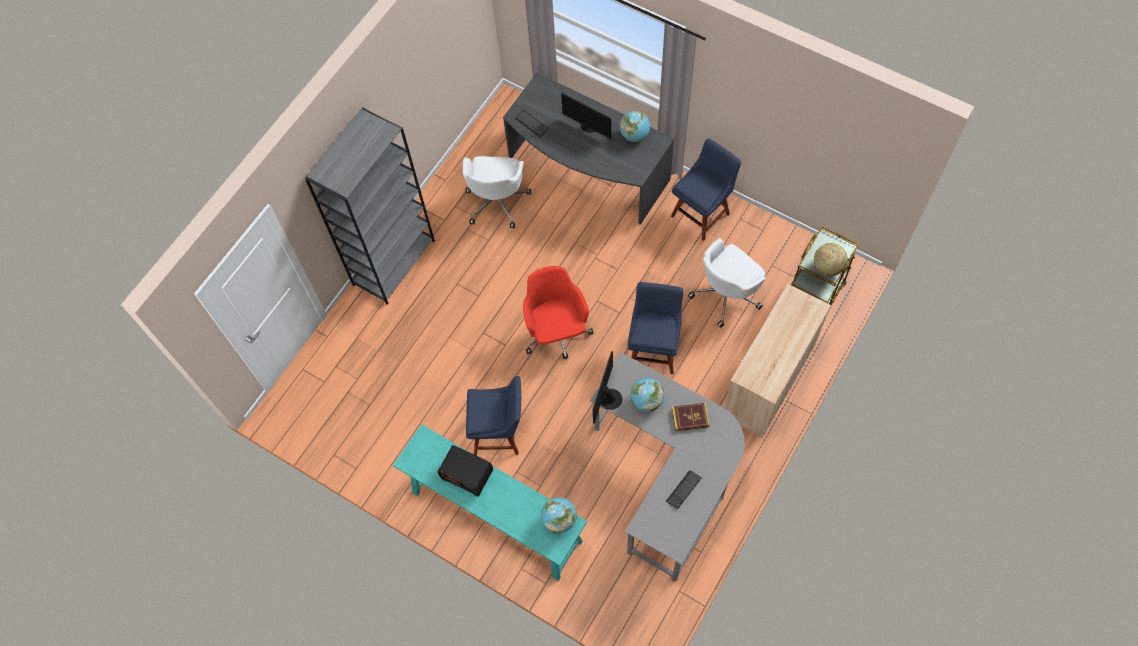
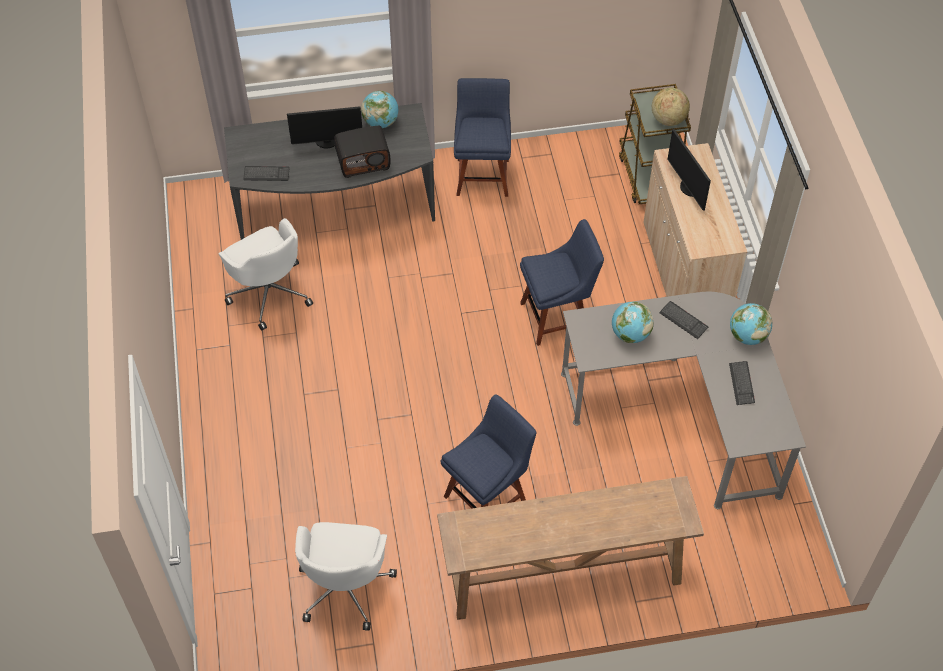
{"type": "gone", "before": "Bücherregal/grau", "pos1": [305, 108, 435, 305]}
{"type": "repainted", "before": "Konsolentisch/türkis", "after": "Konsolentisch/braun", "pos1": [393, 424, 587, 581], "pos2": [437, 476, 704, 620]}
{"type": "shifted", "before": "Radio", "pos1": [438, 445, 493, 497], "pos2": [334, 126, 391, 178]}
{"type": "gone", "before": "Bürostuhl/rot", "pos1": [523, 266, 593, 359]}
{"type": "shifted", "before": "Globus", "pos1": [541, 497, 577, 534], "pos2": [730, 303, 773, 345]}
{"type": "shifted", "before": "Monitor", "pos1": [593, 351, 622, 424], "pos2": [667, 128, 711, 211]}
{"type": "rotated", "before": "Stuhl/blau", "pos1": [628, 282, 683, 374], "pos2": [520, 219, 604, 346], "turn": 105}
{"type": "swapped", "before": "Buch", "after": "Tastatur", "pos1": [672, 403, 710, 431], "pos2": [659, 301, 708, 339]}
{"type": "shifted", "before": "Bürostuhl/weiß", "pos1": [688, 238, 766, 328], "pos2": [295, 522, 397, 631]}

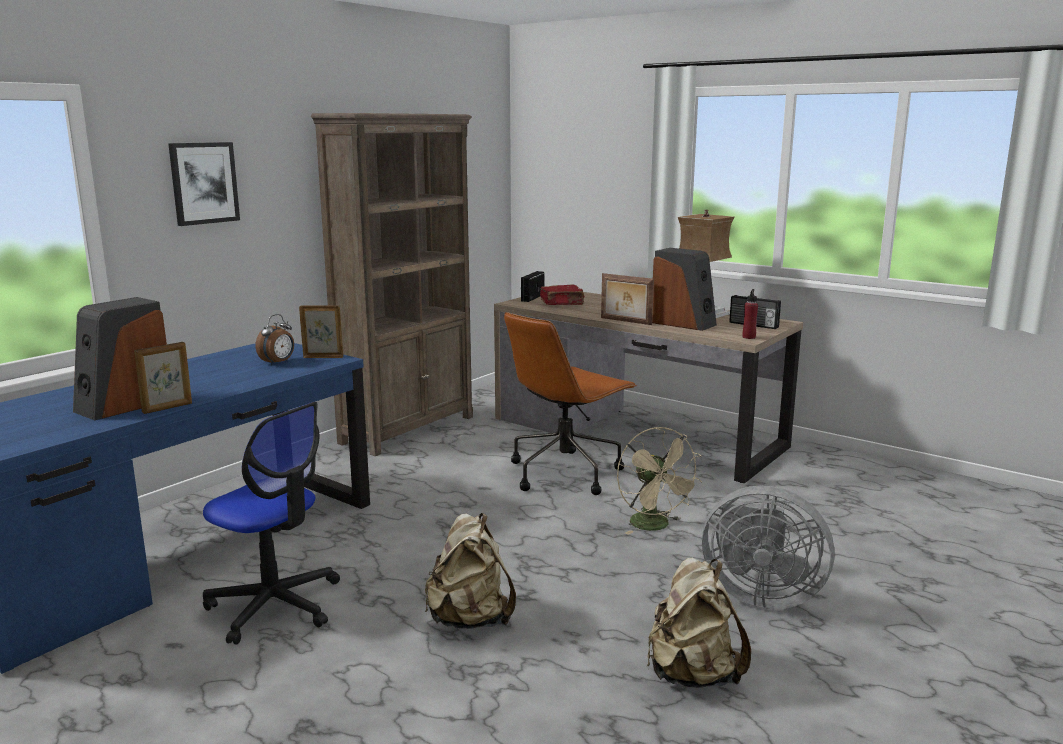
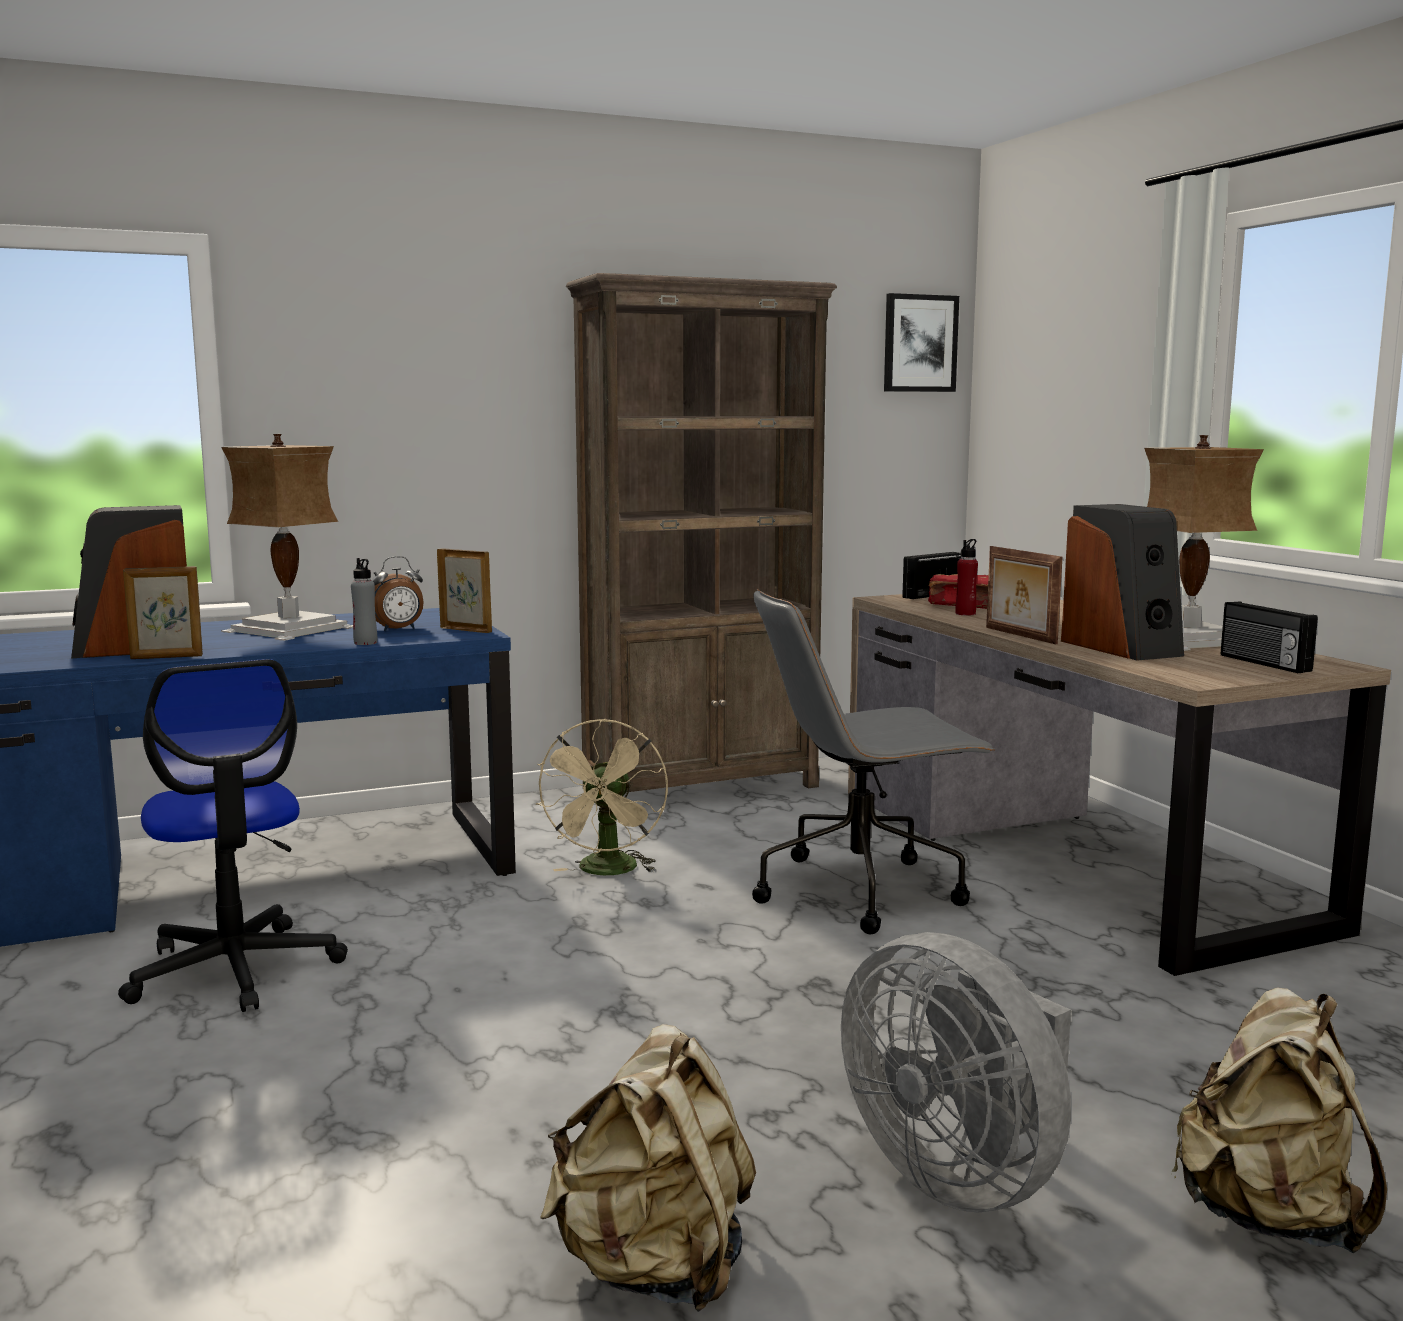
{"type": "shifted", "before": "Bild", "pos1": [168, 142, 240, 226], "pos2": [884, 293, 959, 392]}
{"type": "shifted", "before": "Rucksack/beige", "pos1": [425, 513, 516, 629], "pos2": [1171, 988, 1387, 1254]}
{"type": "repainted", "before": "Bürostuhl/braun", "after": "Bürostuhl/grau", "pos1": [504, 312, 637, 495], "pos2": [752, 588, 996, 934]}
{"type": "shifted", "before": "Ventilator/beige", "pos1": [617, 427, 702, 535], "pos2": [536, 719, 668, 875]}
{"type": "shifted", "before": "Flasche/rot", "pos1": [742, 289, 758, 339], "pos2": [955, 539, 978, 615]}
{"type": "new", "after": "Tischlampe", "pos2": [221, 434, 353, 641]}
{"type": "new", "after": "Flasche/grau", "pos2": [351, 558, 377, 645]}

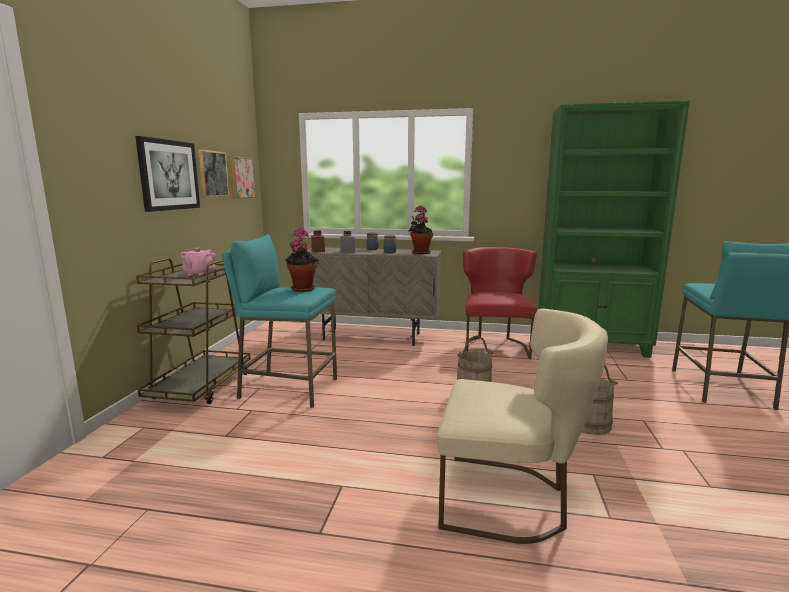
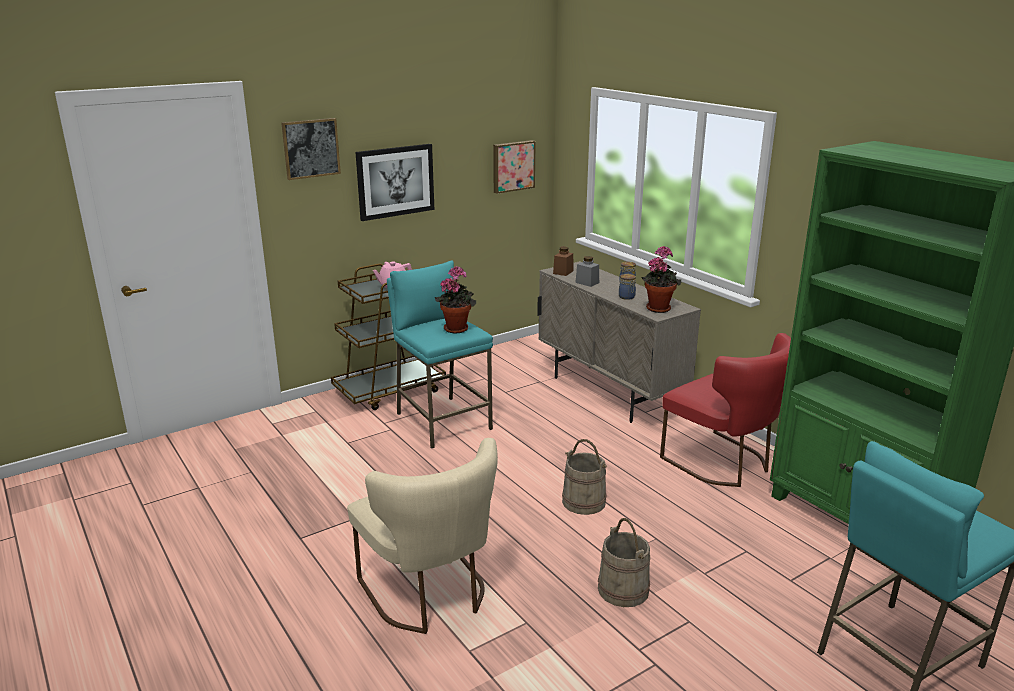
{"type": "shifted", "before": "Bild", "pos1": [198, 149, 230, 197], "pos2": [281, 118, 341, 180]}
{"type": "rotated", "before": "Stuhl/rot", "pos1": [463, 247, 537, 359], "pos2": [660, 333, 791, 487], "turn": 90}

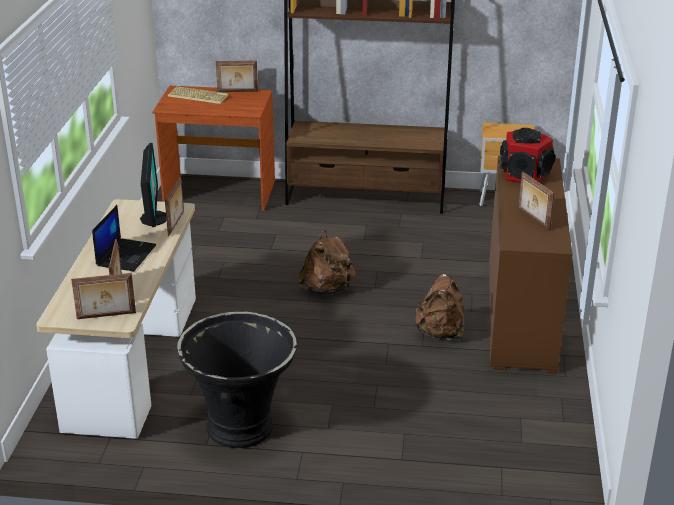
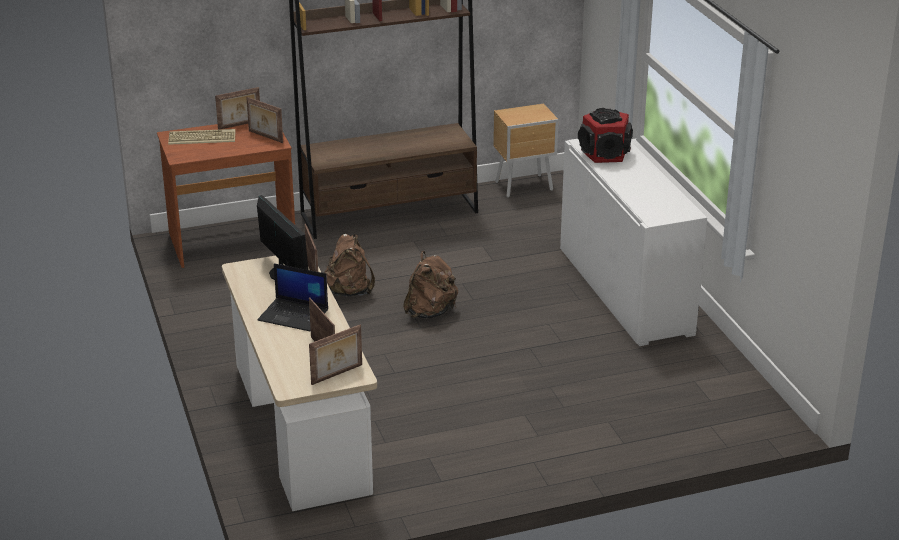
{"type": "rotated", "before": "Laptop", "pos1": [92, 205, 156, 272], "pos2": [258, 263, 328, 331], "turn": 120}
{"type": "gone", "before": "Pflanzkübel/schwarz", "pos1": [177, 311, 297, 448]}
{"type": "shifted", "before": "Rucksack/braun", "pos1": [414, 274, 464, 341], "pos2": [324, 234, 375, 297]}
{"type": "repainted", "before": "Schrank/braun", "after": "Schrank/weiß", "pos1": [489, 156, 572, 374], "pos2": [560, 139, 707, 346]}
{"type": "shifted", "before": "Bilderrahmen", "pos1": [518, 171, 554, 231], "pos2": [246, 97, 283, 143]}

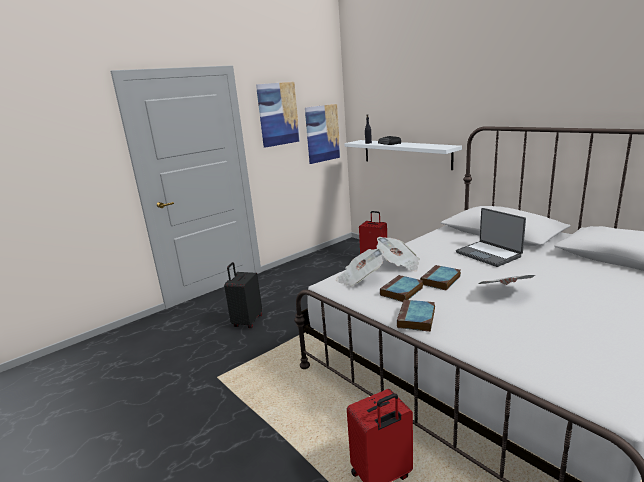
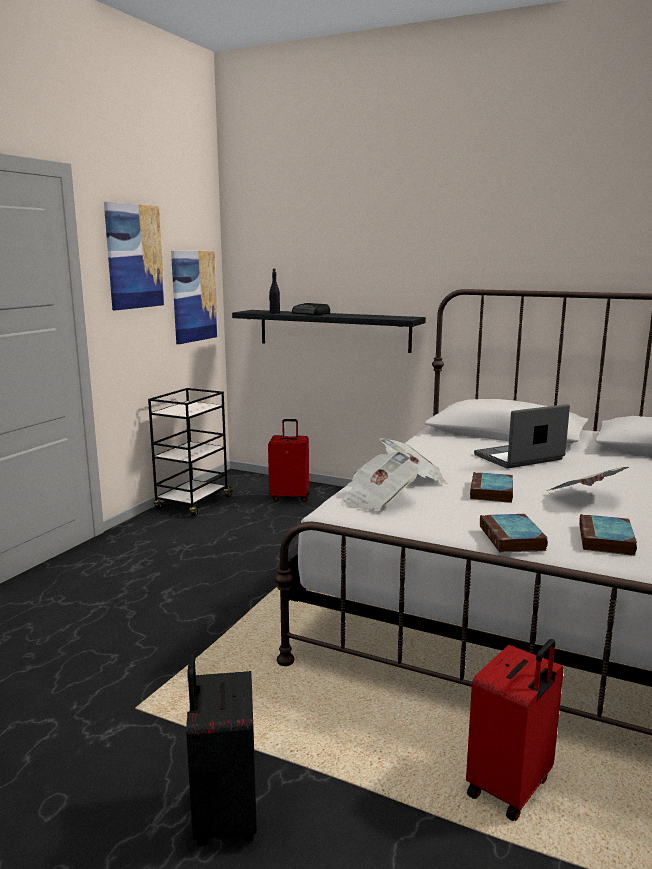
{"type": "shifted", "before": "Koffer/schwarz", "pos1": [224, 262, 262, 328], "pos2": [186, 653, 257, 846]}
{"type": "repainted", "before": "Wandregal/weiß", "after": "Wandregal/schwarz", "pos1": [344, 140, 462, 170], "pos2": [232, 310, 426, 353]}
{"type": "shifted", "before": "Buch", "pos1": [380, 275, 423, 302], "pos2": [579, 514, 637, 556]}
{"type": "rotated", "before": "Laptop", "pos1": [456, 208, 526, 267], "pos2": [474, 404, 570, 468], "turn": 120}
{"type": "new", "after": "Rollwagen/schwarz", "pos2": [148, 388, 233, 516]}

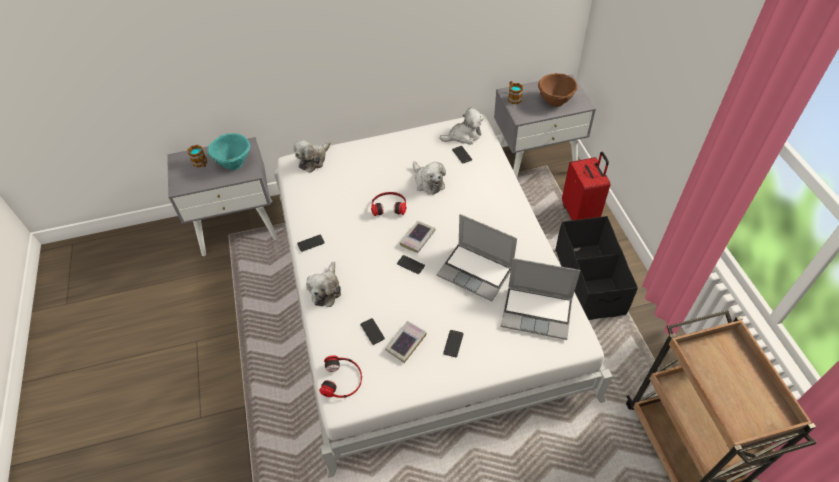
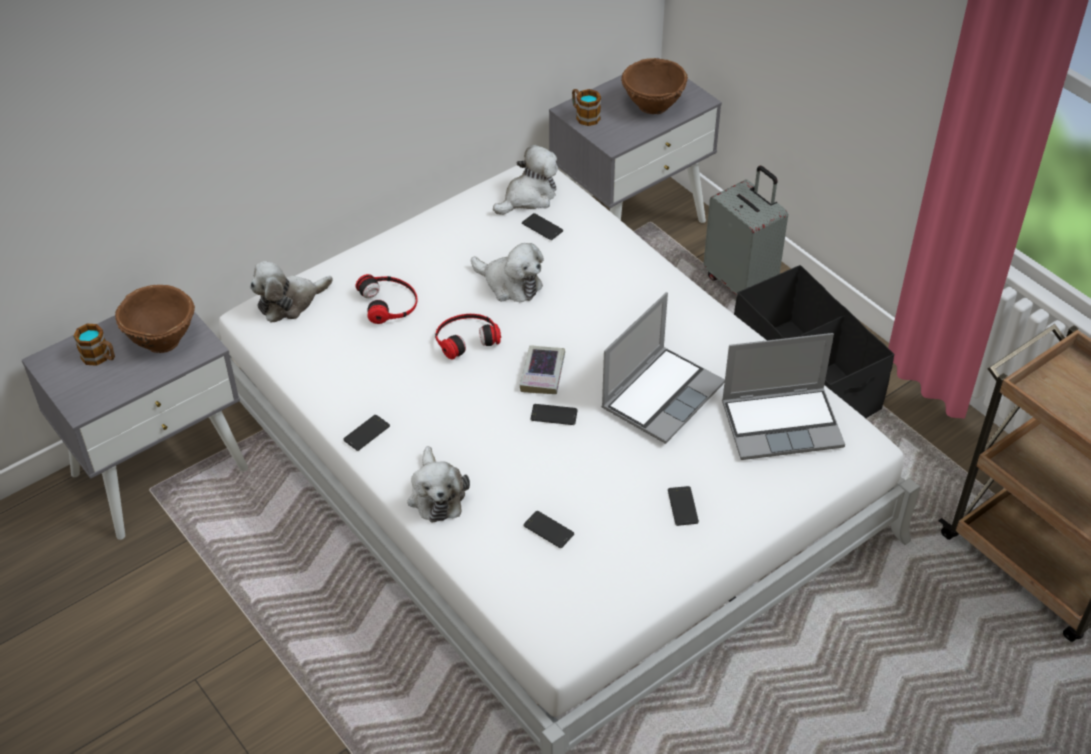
{"type": "repainted", "before": "Schüssel/türkis", "after": "Schüssel/braun", "pos1": [207, 133, 250, 170], "pos2": [115, 285, 195, 353]}
{"type": "rotated", "before": "Plüschtier", "pos1": [294, 140, 331, 173], "pos2": [250, 261, 333, 323], "turn": 45}
{"type": "shifted", "before": "Kopfhörer", "pos1": [319, 355, 362, 398], "pos2": [356, 274, 418, 324]}
{"type": "gone", "before": "Buch", "pos1": [385, 321, 427, 363]}
{"type": "rotated", "before": "Laptop", "pos1": [437, 214, 517, 302], "pos2": [601, 292, 725, 444], "turn": -60}
{"type": "repainted", "before": "Koffer/rot", "after": "Koffer/grau", "pos1": [562, 152, 610, 220], "pos2": [704, 166, 788, 295]}

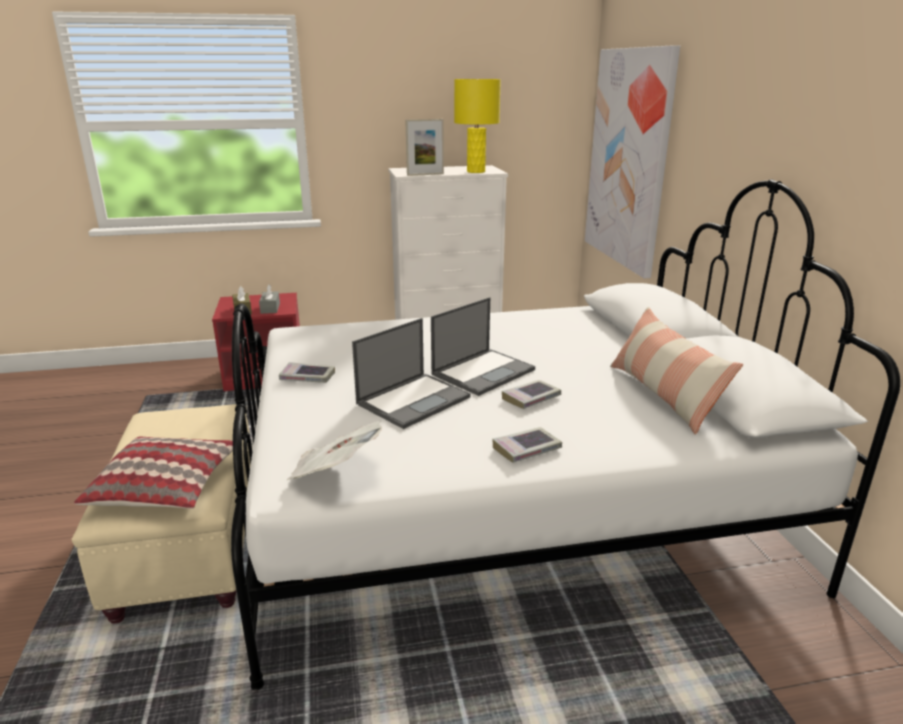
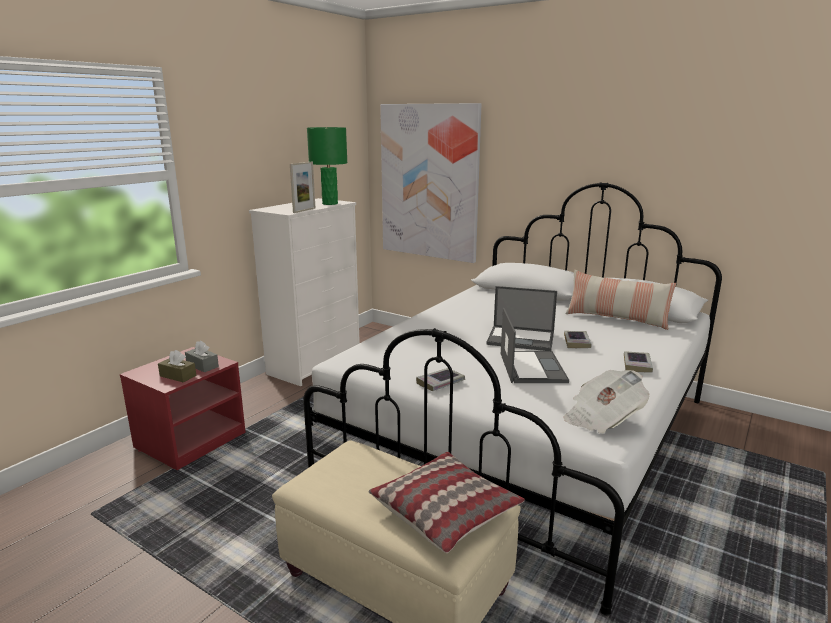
{"type": "rotated", "before": "Laptop", "pos1": [431, 297, 535, 396], "pos2": [486, 286, 557, 351], "turn": 105}
{"type": "repainted", "before": "Tischlampe/gelb", "after": "Tischlampe/grün", "pos1": [454, 79, 501, 173], "pos2": [307, 127, 347, 205]}

